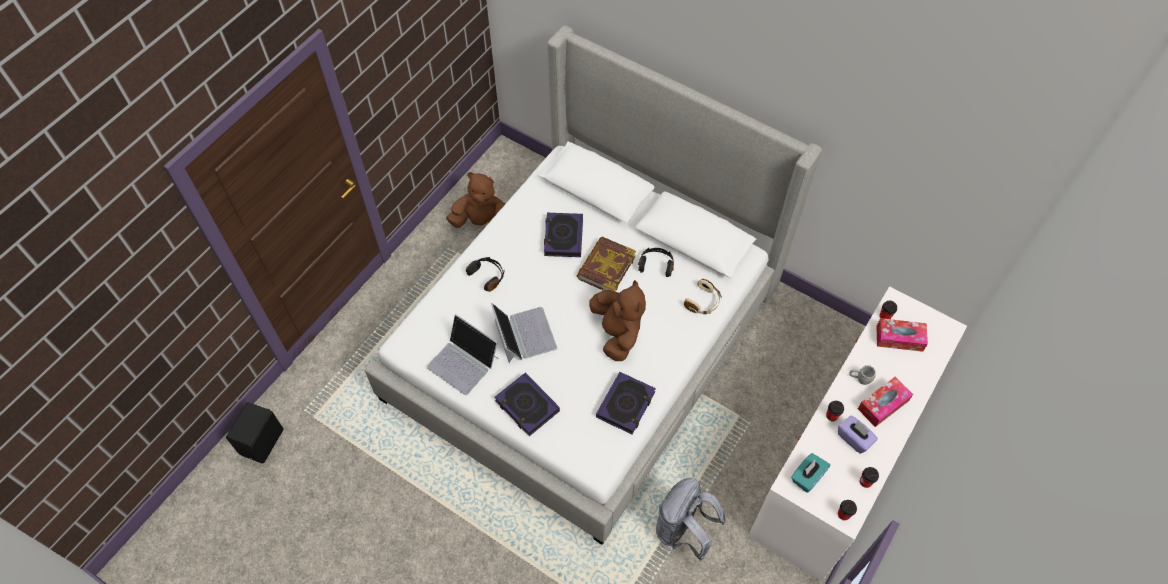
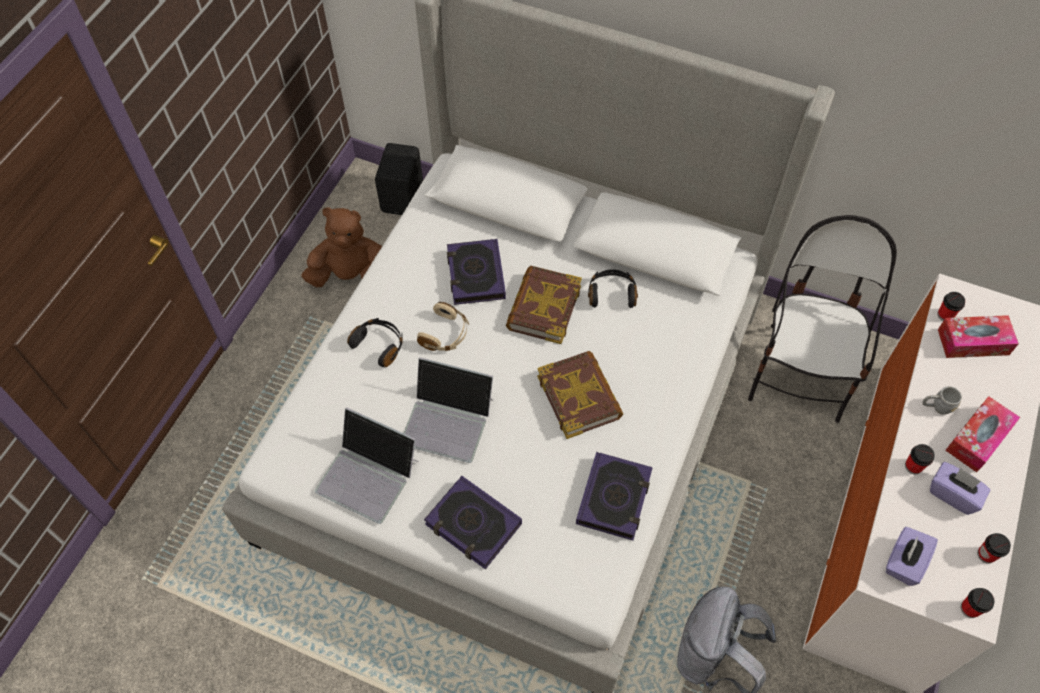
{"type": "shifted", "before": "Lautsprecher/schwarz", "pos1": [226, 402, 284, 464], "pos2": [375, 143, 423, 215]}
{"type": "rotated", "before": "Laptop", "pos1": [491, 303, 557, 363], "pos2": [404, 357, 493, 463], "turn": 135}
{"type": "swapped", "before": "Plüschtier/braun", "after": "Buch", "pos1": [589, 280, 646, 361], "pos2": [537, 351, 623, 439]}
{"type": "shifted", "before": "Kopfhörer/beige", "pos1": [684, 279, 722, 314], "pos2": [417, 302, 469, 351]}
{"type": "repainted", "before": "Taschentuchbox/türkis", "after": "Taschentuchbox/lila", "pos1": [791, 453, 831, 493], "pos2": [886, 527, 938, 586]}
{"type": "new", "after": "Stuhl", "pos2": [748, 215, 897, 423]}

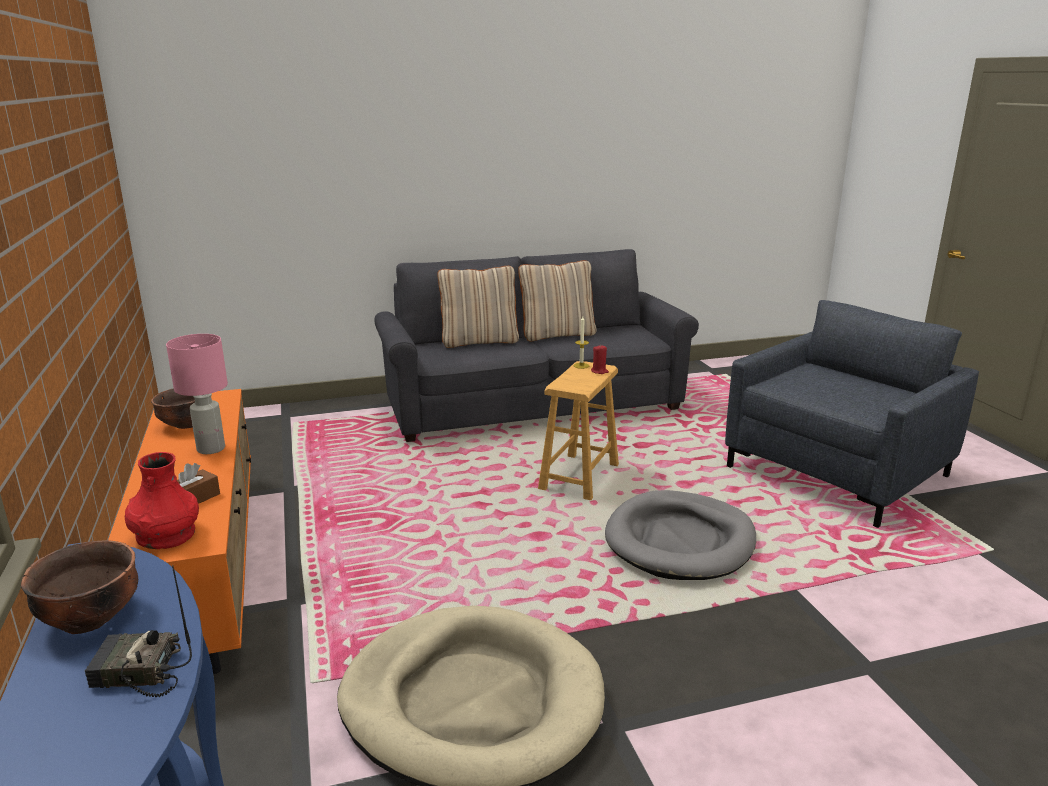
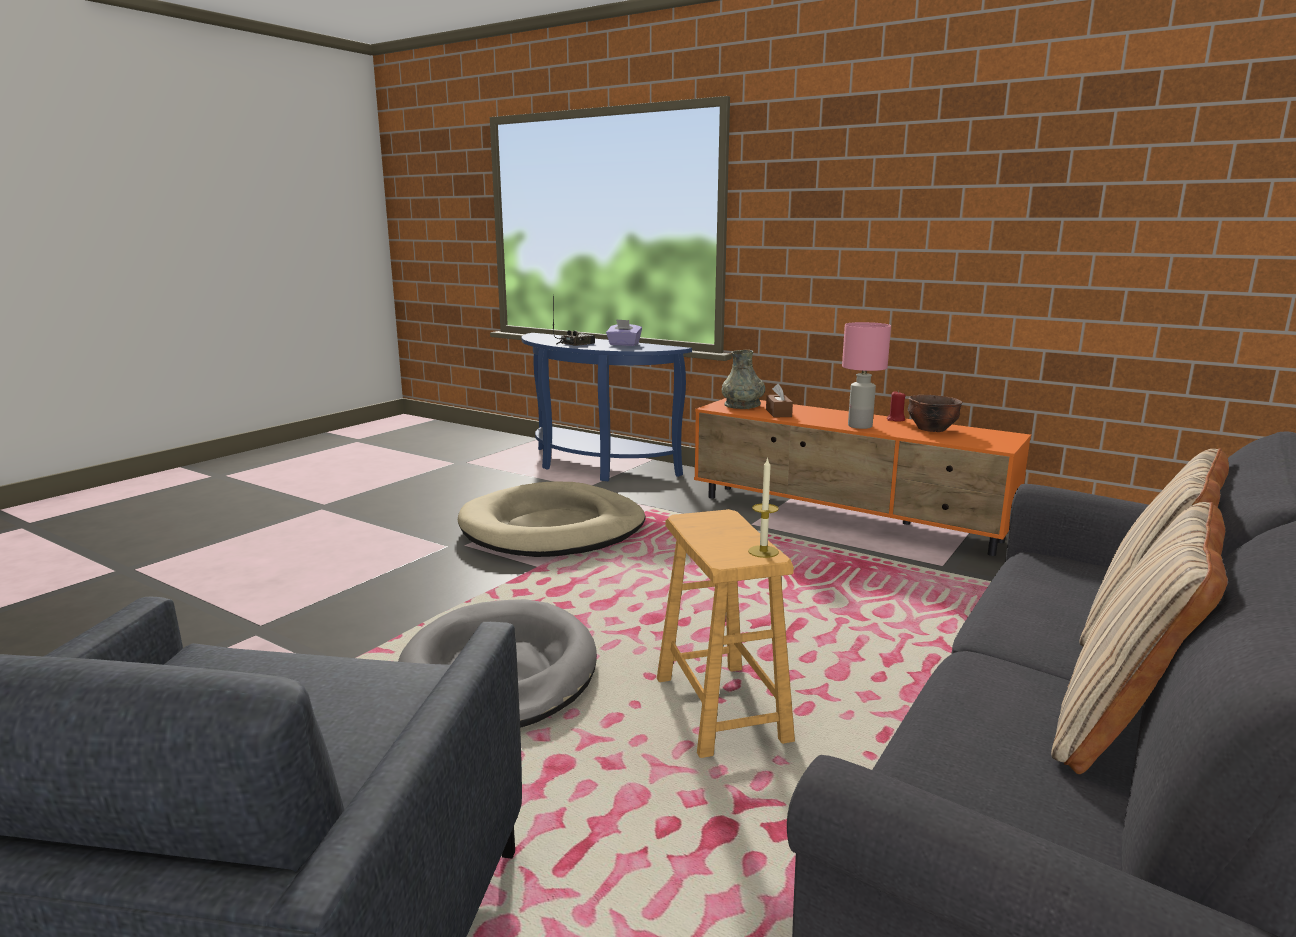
{"type": "swapped", "before": "Schüssel/braun", "after": "Taschentuchbox/lila", "pos1": [21, 540, 138, 634], "pos2": [606, 319, 642, 346]}
{"type": "repainted", "before": "Vase/rot", "after": "Vase/grau", "pos1": [125, 452, 199, 549], "pos2": [722, 350, 765, 409]}
{"type": "shifted", "before": "Kerze/rot", "pos1": [591, 344, 609, 374], "pos2": [887, 391, 906, 422]}

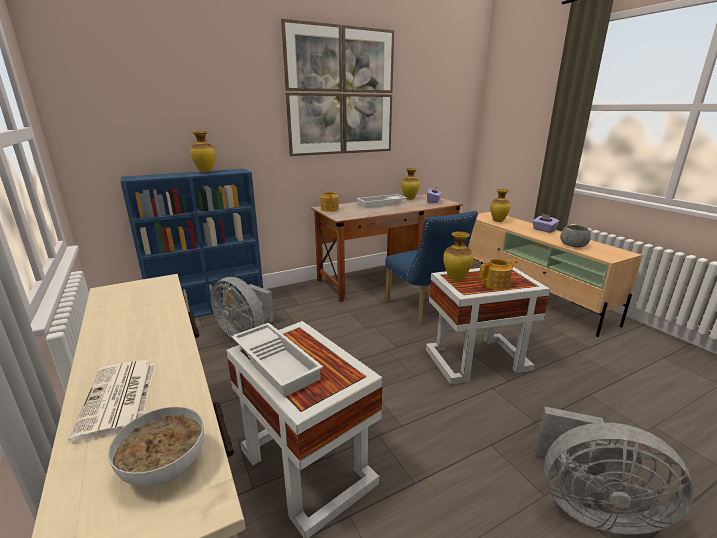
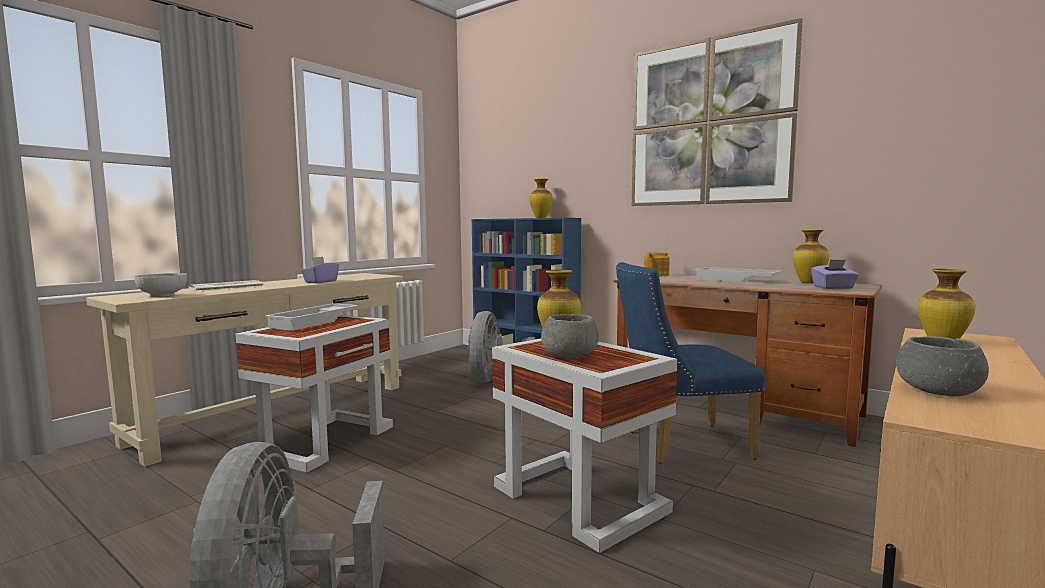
{"type": "rotated", "before": "Stuhl/blau", "pos1": [385, 211, 478, 324], "pos2": [616, 262, 765, 464], "turn": 45}
{"type": "swapped", "before": "Teekanne", "after": "Schüssel/grau", "pos1": [479, 259, 517, 290], "pos2": [541, 314, 599, 359]}
{"type": "shifted", "before": "Taschentuchbox/lila", "pos1": [532, 213, 560, 233], "pos2": [301, 257, 339, 283]}

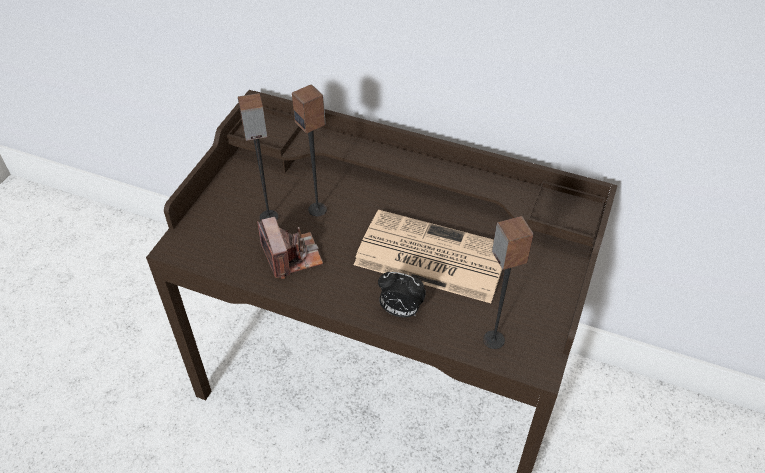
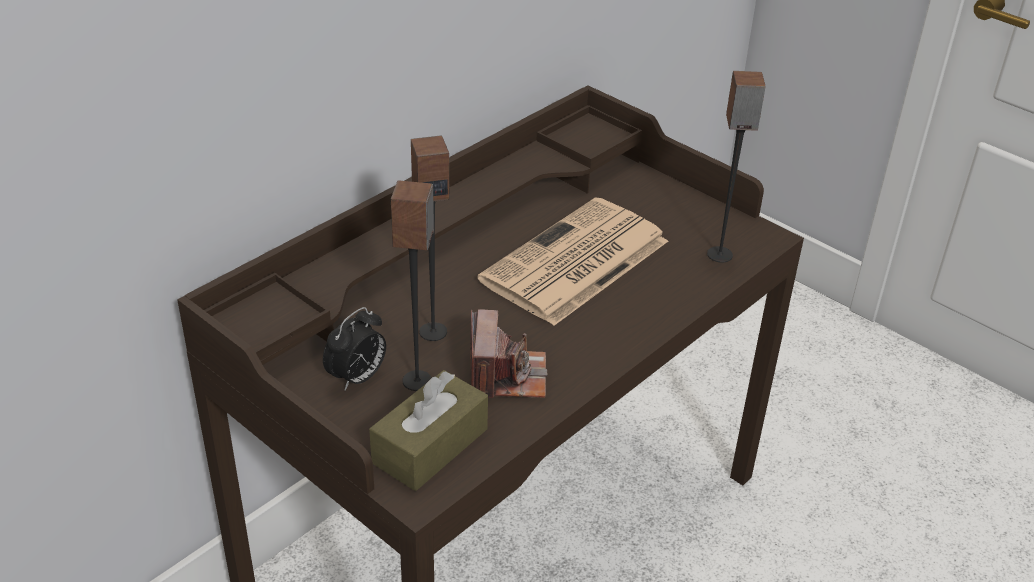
{"type": "rotated", "before": "Kamera", "pos1": [257, 217, 323, 279], "pos2": [470, 309, 548, 398], "turn": 90}
{"type": "shifted", "before": "Wecker", "pos1": [378, 272, 426, 317], "pos2": [323, 307, 386, 391]}
{"type": "new", "after": "Taschentuchbox/braun", "pos2": [369, 370, 488, 491]}

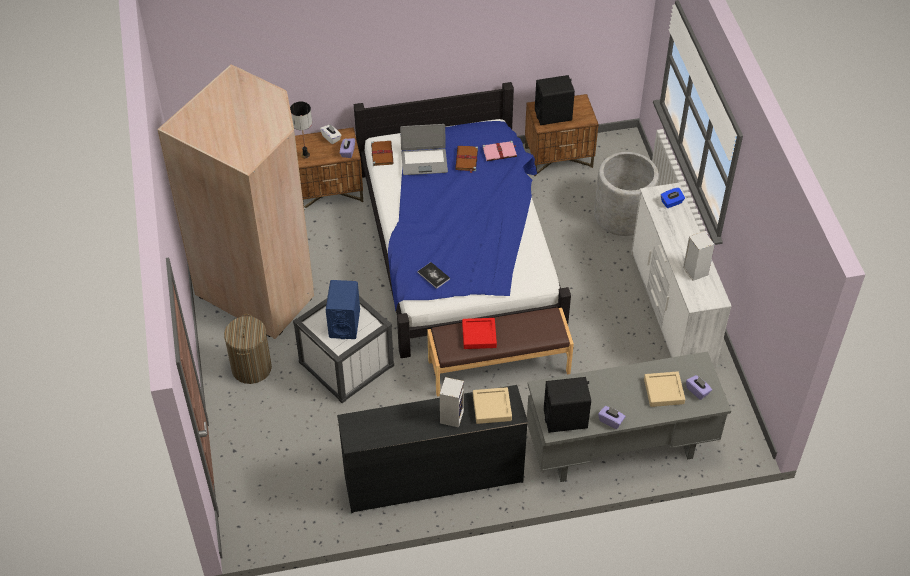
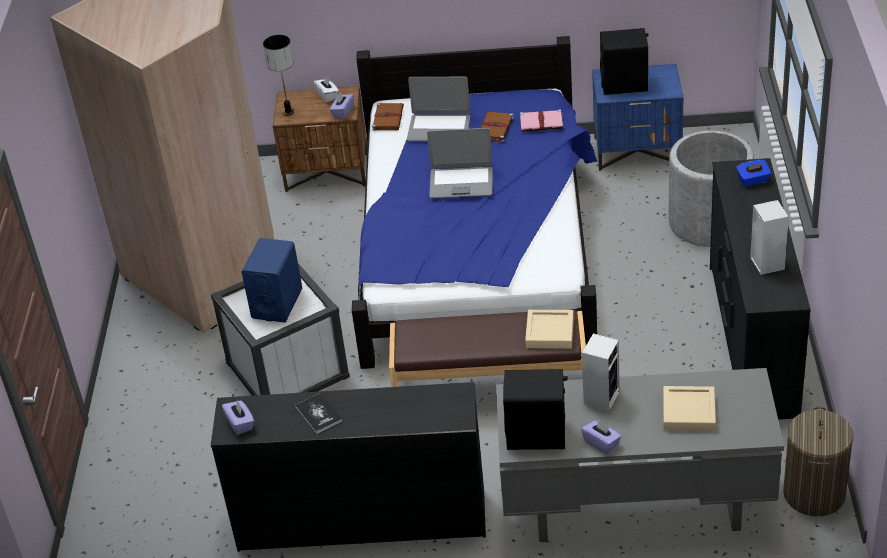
{"type": "shifted", "before": "Wäschekorb", "pos1": [224, 314, 272, 384], "pos2": [783, 407, 854, 516]}
{"type": "shifted", "before": "Buch", "pos1": [417, 262, 450, 289], "pos2": [295, 393, 342, 434]}
{"type": "shifted", "before": "Lautsprecher", "pos1": [440, 377, 464, 427], "pos2": [582, 333, 620, 412]}
{"type": "gone", "before": "Tablett/rot", "pos1": [462, 318, 497, 349]}
{"type": "shifted", "before": "Tablett/beige", "pos1": [473, 387, 512, 424], "pos2": [525, 310, 574, 349]}
{"type": "repainted", "before": "Nachttisch/braun", "after": "Nachttisch/blau", "pos1": [525, 94, 599, 176], "pos2": [592, 64, 684, 171]}
{"type": "repainted", "before": "Kommode/weiß", "after": "Kommode/schwarz", "pos1": [631, 183, 731, 369], "pos2": [710, 158, 811, 420]}
{"type": "shifted", "before": "Taschentuchbox/lila", "pos1": [686, 375, 712, 400], "pos2": [222, 399, 254, 435]}
{"type": "new", "after": "Laptop", "pos2": [427, 128, 493, 198]}

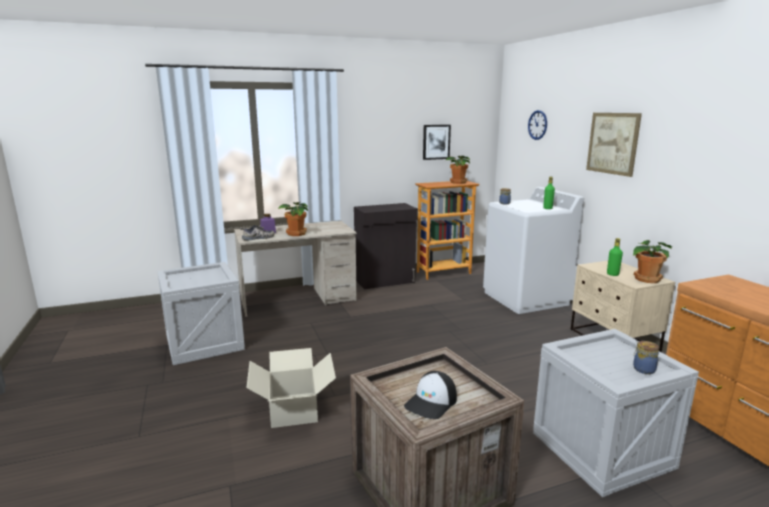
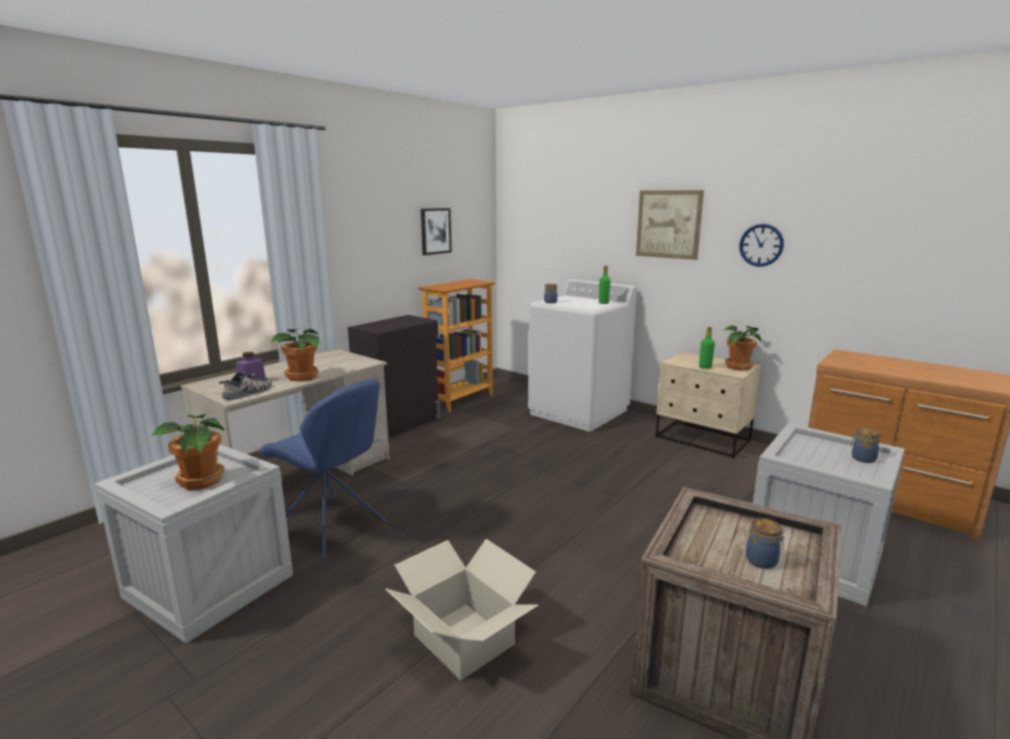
{"type": "swapped", "before": "Kappe", "after": "Vorratsglas", "pos1": [404, 371, 457, 419], "pos2": [746, 518, 786, 569]}
{"type": "shifted", "before": "Topfpflanze", "pos1": [446, 156, 470, 184], "pos2": [151, 412, 225, 490]}
{"type": "shifted", "before": "Wanduhr", "pos1": [528, 110, 547, 140], "pos2": [739, 224, 784, 267]}
{"type": "new", "after": "Stuhl/blau", "pos2": [260, 379, 386, 560]}

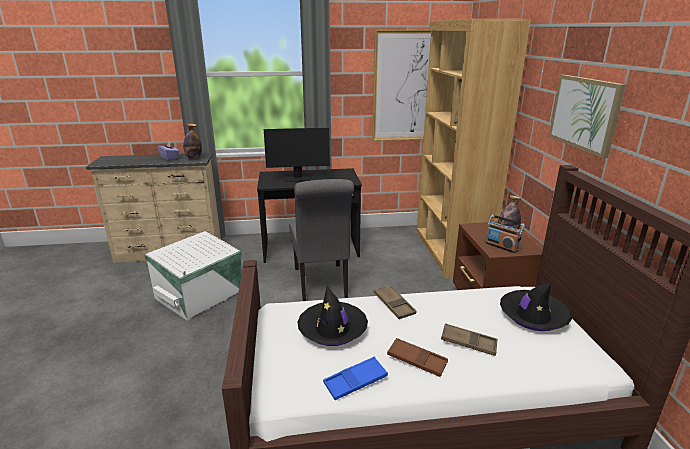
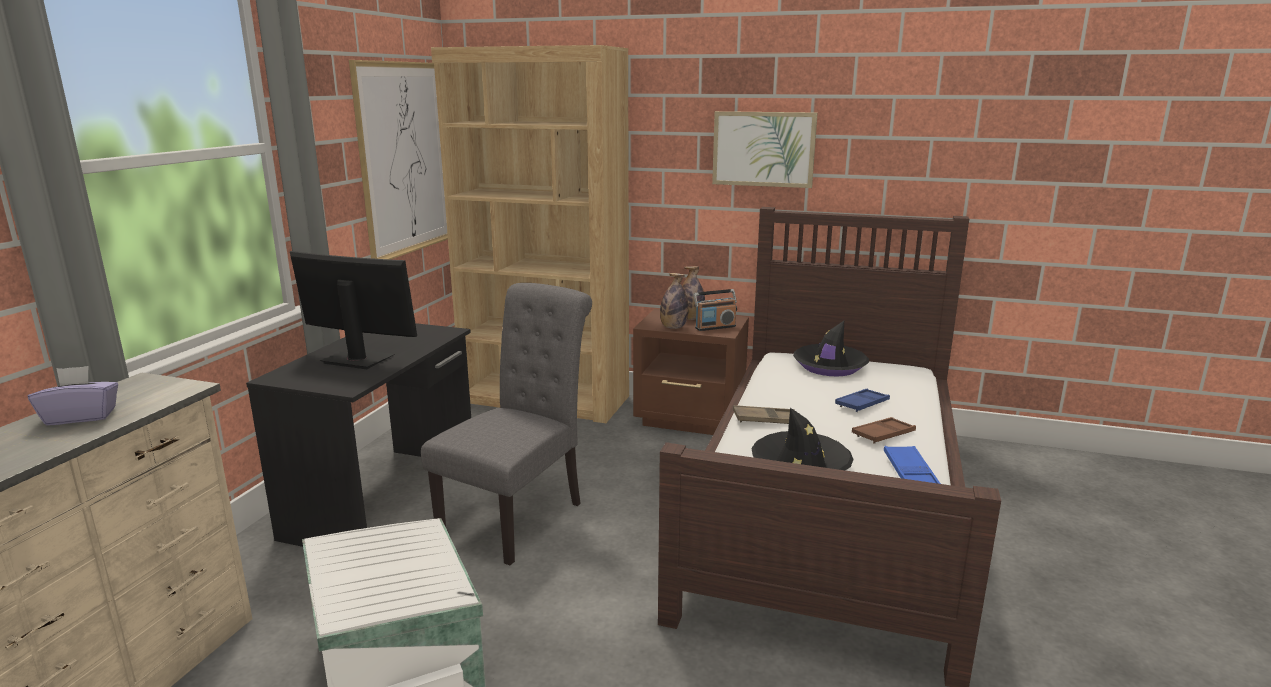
{"type": "shifted", "before": "Flasche", "pos1": [183, 124, 202, 159], "pos2": [660, 273, 689, 329]}
{"type": "rotated", "before": "Monitor", "pos1": [264, 128, 330, 182], "pos2": [290, 251, 417, 369], "turn": -90}
{"type": "rotated", "before": "Stuhl/grau", "pos1": [289, 179, 354, 301], "pos2": [421, 283, 592, 565], "turn": -75}
{"type": "repainted", "before": "Tablett/braun", "after": "Tablett/blau", "pos1": [441, 323, 498, 356], "pos2": [835, 389, 890, 412]}

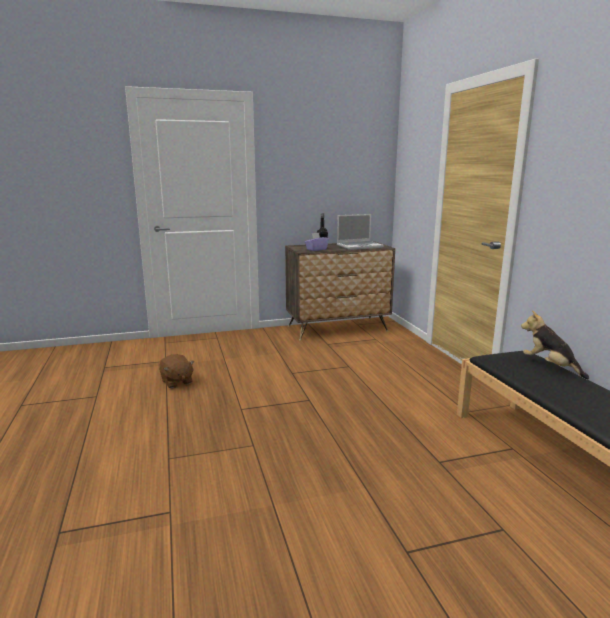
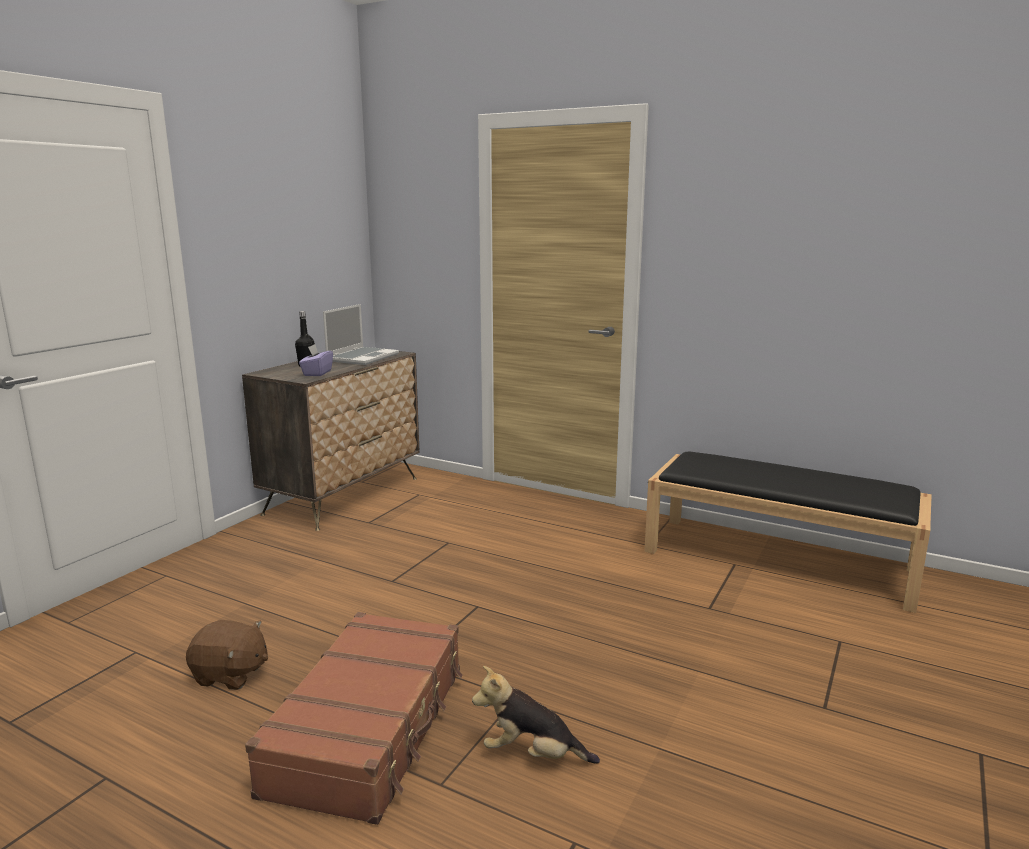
{"type": "shifted", "before": "Plüschtier", "pos1": [521, 310, 589, 379], "pos2": [472, 666, 600, 764]}
{"type": "new", "after": "Koffer/braun", "pos2": [245, 612, 463, 825]}

